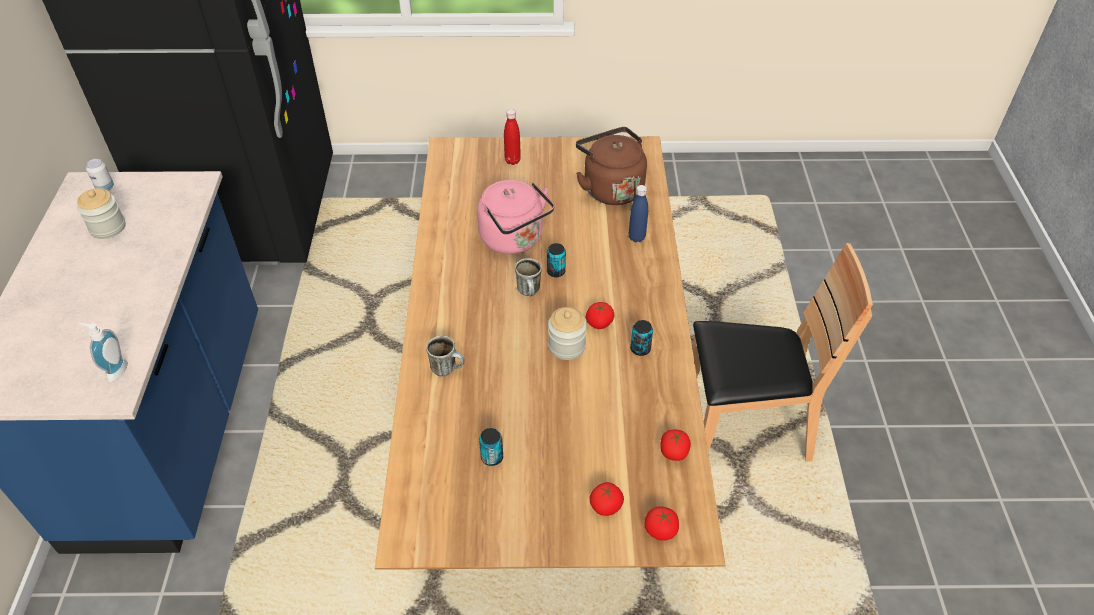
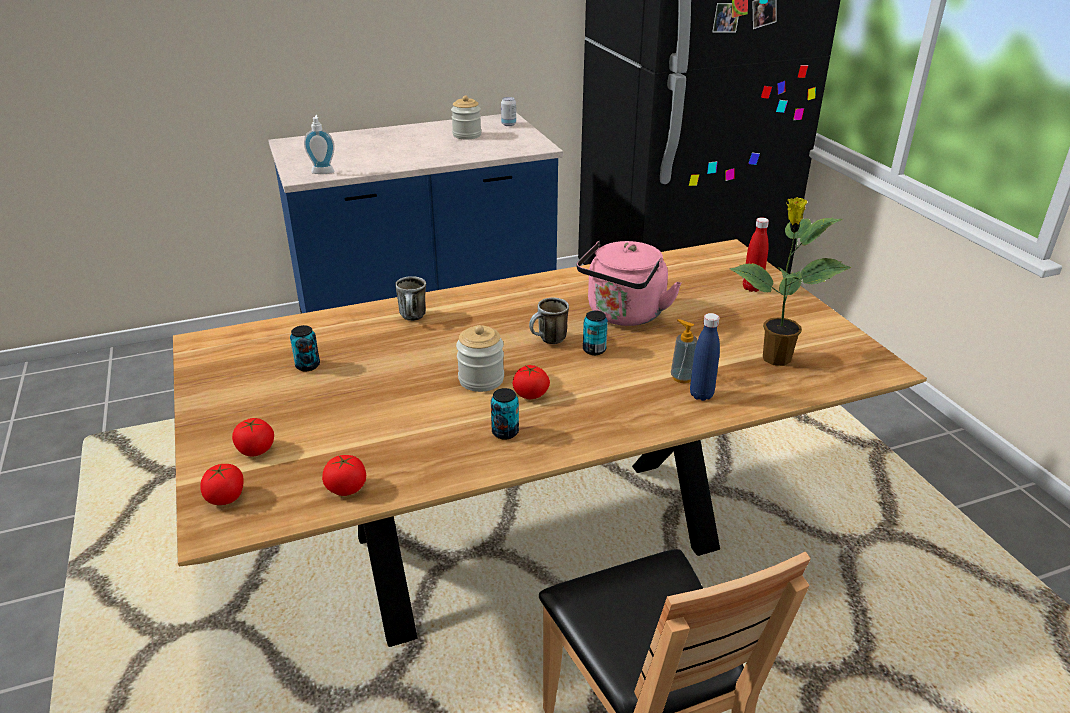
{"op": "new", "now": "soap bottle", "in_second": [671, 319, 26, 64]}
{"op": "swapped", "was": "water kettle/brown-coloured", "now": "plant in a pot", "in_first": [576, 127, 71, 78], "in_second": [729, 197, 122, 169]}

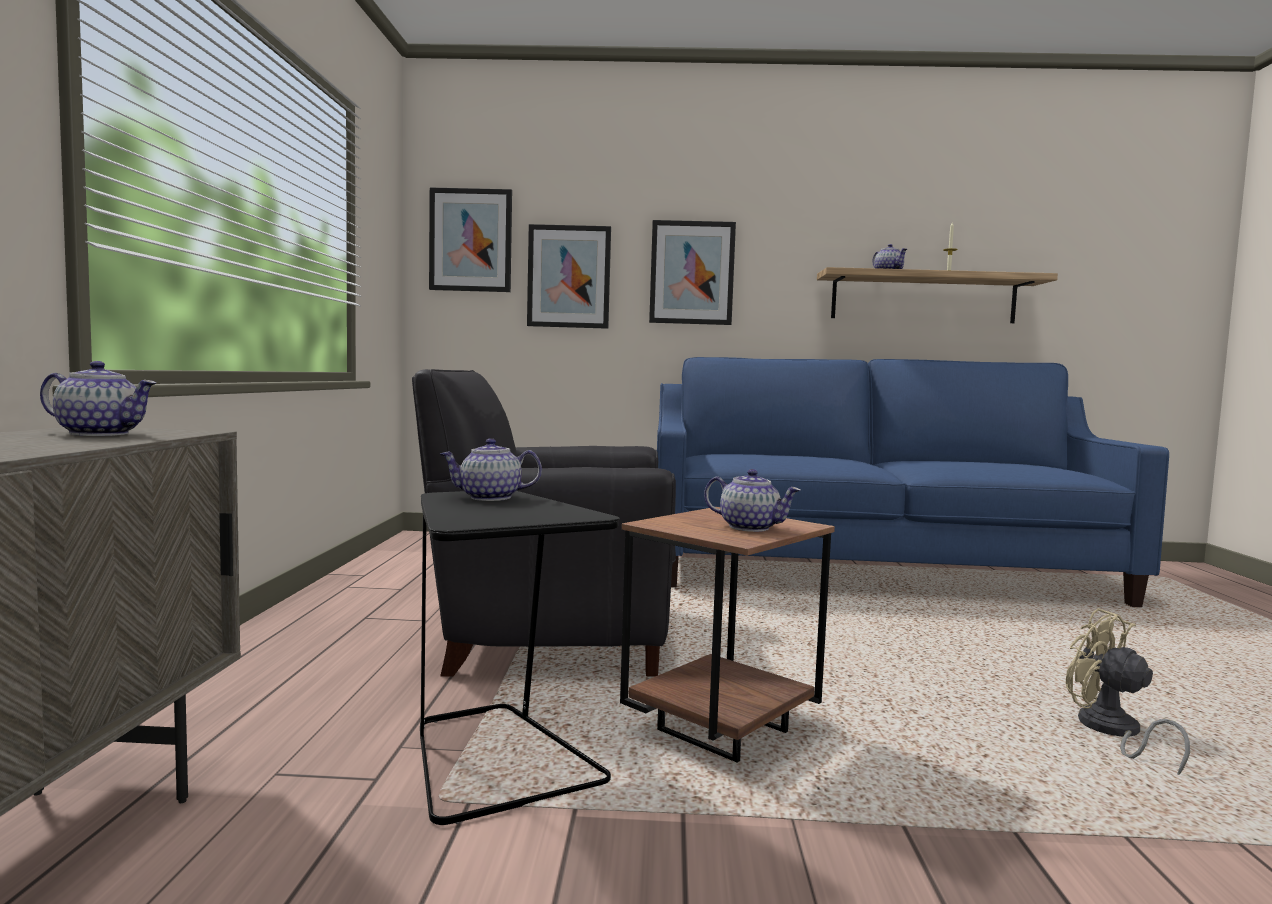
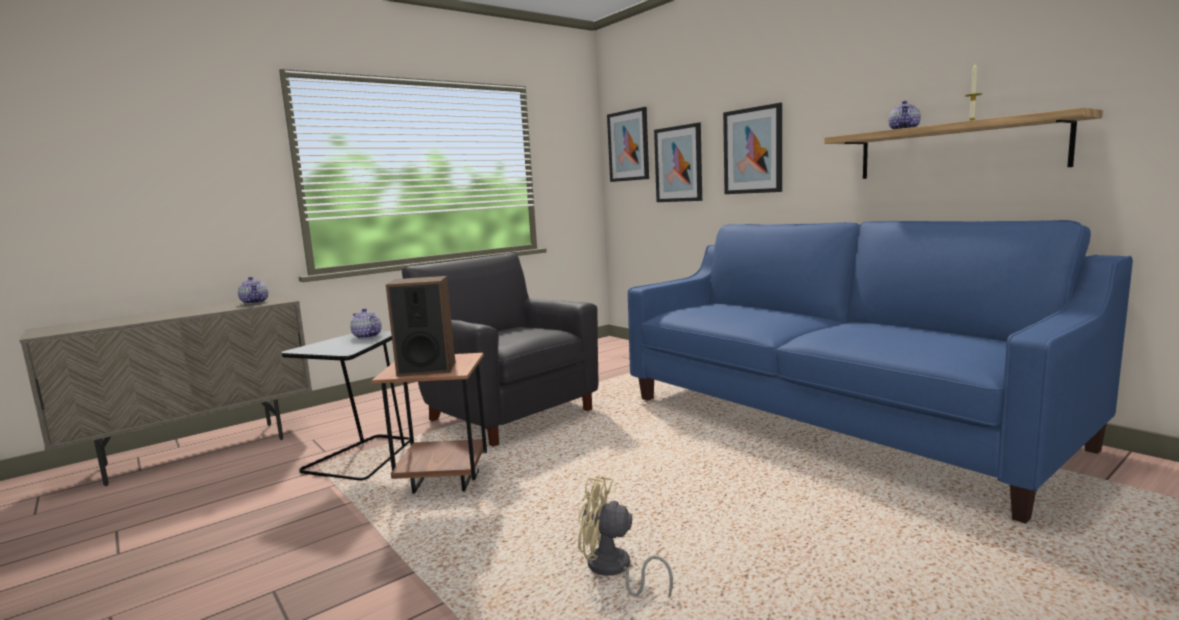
{"op": "swapped", "was": "pot for tea", "now": "audio speaker", "in_first": [704, 469, 97, 63], "in_second": [386, 276, 69, 101]}
{"op": "rotated", "was": "electric fan/sand-coloured", "in_first": [1066, 608, 124, 167], "in_second": [578, 476, 95, 122], "clockwise": -90}

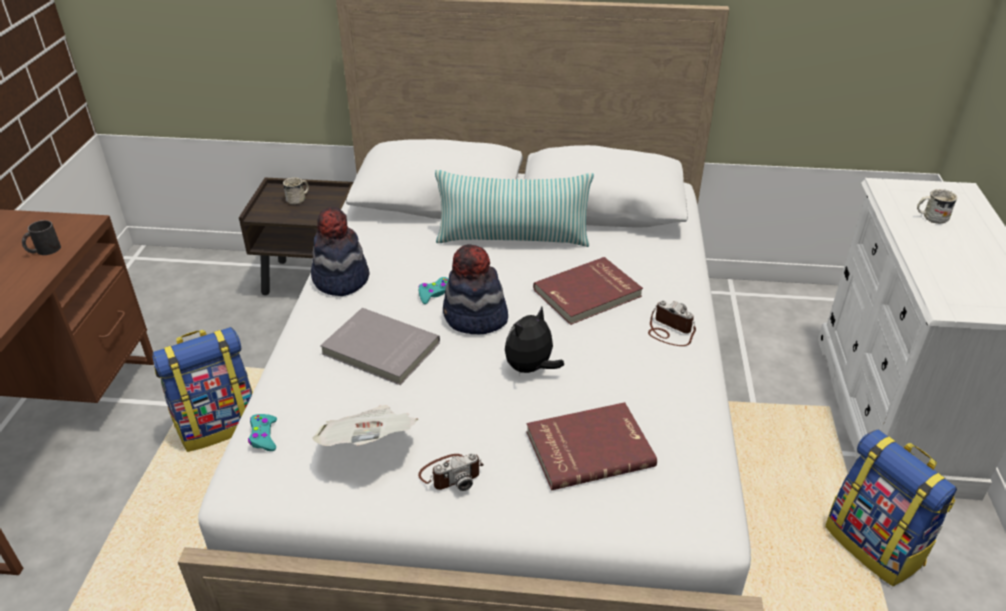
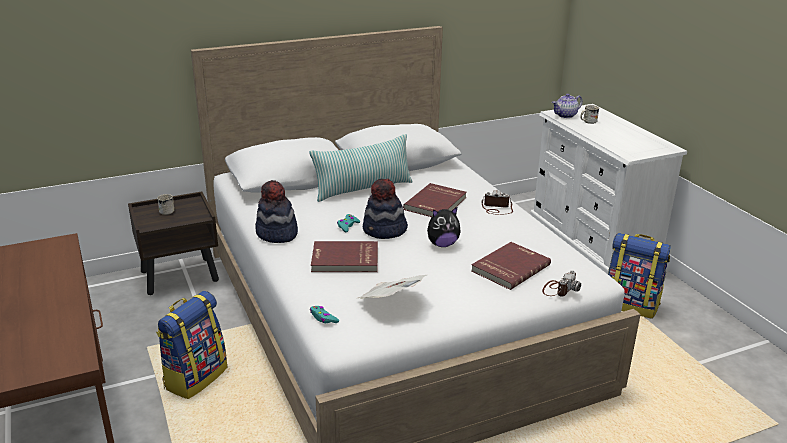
{"op": "gone", "was": "mug/black", "in_first": [22, 220, 39, 35]}
{"op": "new", "now": "pot for tea", "in_second": [552, 94, 31, 24]}
{"op": "shifted", "was": "still camera", "in_first": [418, 453, 66, 38], "in_second": [542, 270, 39, 27]}
{"op": "repainted", "was": "bound book/greyish", "now": "bound book/reddish", "in_first": [320, 308, 120, 77], "in_second": [311, 241, 67, 31]}
{"op": "rotated", "was": "plush toy", "in_first": [505, 307, 59, 67], "in_second": [427, 207, 34, 40], "clockwise": -120}

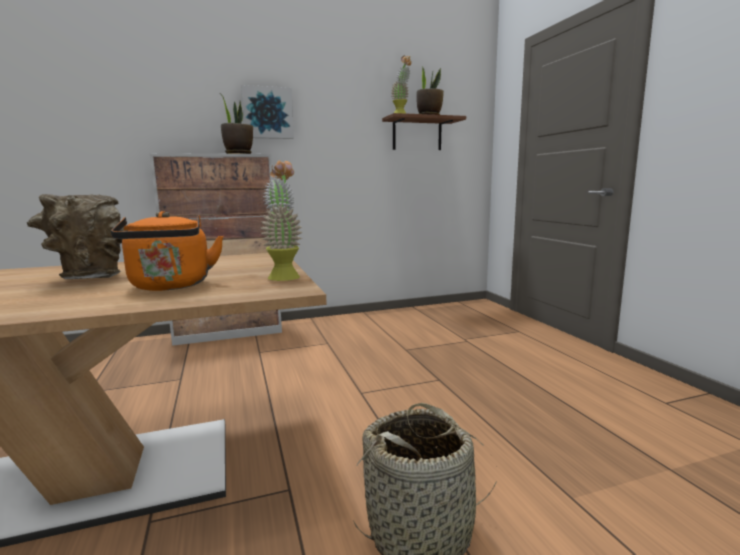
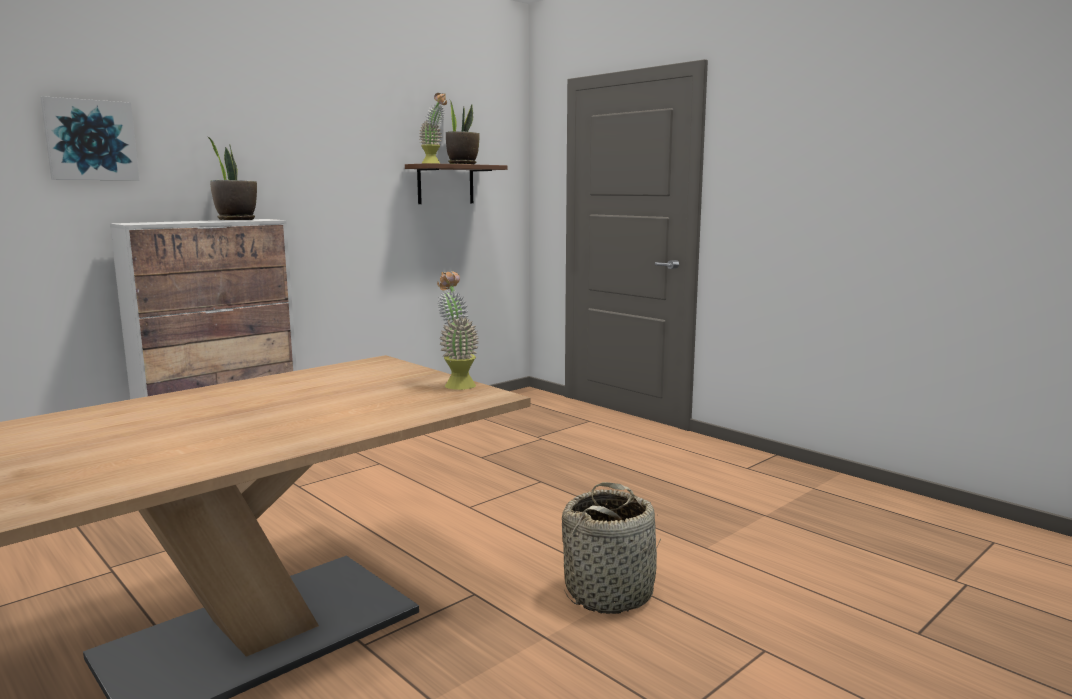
{"op": "gone", "was": "flower vase/brown-coloured", "in_first": [27, 194, 102, 85]}
{"op": "gone", "was": "water kettle/orange", "in_first": [111, 211, 112, 80]}
{"op": "shifted", "was": "wall picture", "in_first": [241, 85, 53, 54], "in_second": [41, 96, 98, 84]}

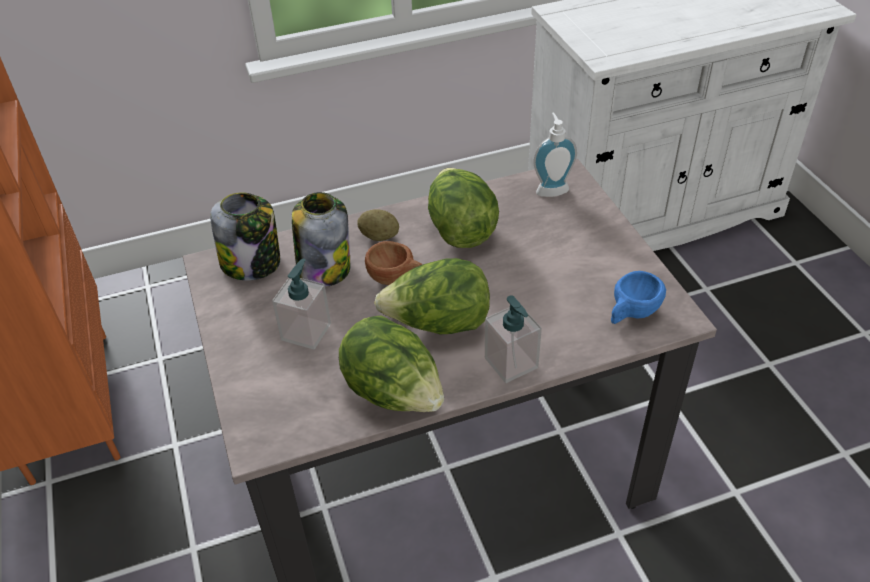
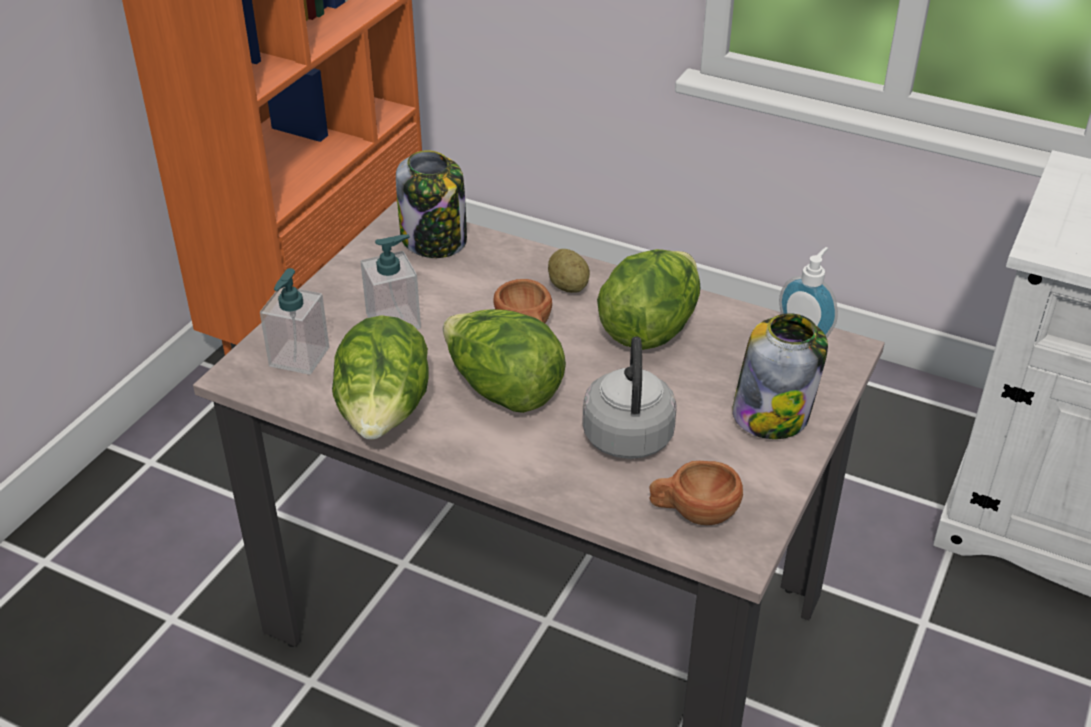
{"op": "new", "now": "water kettle/greyish", "in_second": [582, 337, 95, 122]}
{"op": "shifted", "was": "preserve jar", "in_first": [292, 192, 58, 95], "in_second": [732, 313, 96, 126]}
{"op": "shifted", "was": "soap bottle", "in_first": [485, 295, 57, 88], "in_second": [260, 268, 69, 107]}
{"op": "repainted", "was": "cup/blue-coloured", "now": "cup/brown-coloured", "in_first": [611, 271, 55, 53], "in_second": [649, 461, 94, 64]}

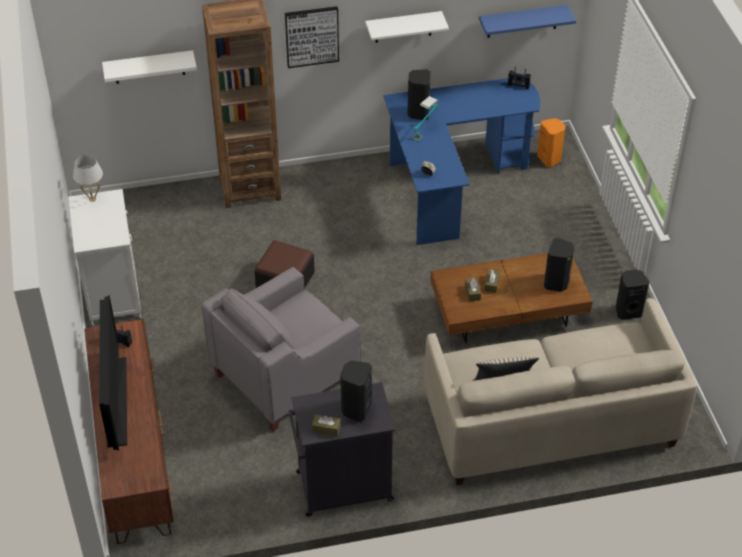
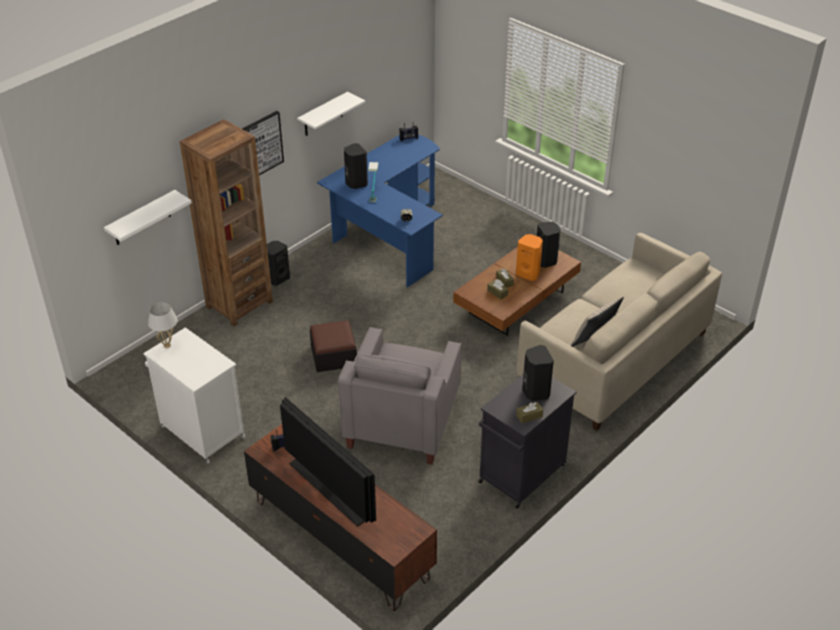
{"op": "gone", "was": "wall shelf/blue-coloured", "in_first": [479, 5, 97, 33]}
{"op": "shifted", "was": "audio speaker/orange", "in_first": [537, 118, 28, 49], "in_second": [516, 234, 27, 47]}
{"op": "shifted", "was": "audio speaker/black", "in_first": [616, 269, 33, 51], "in_second": [267, 241, 23, 45]}

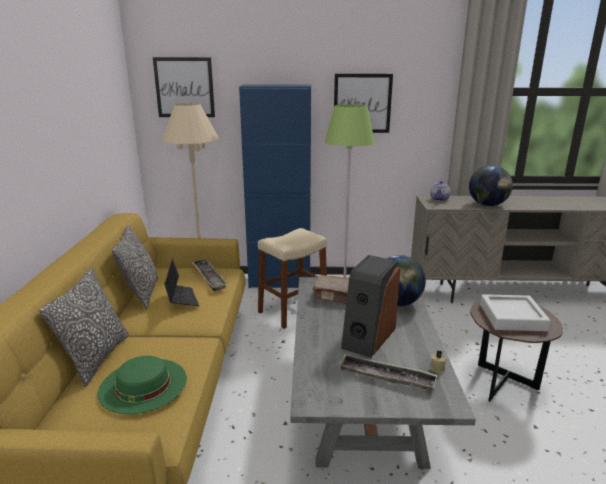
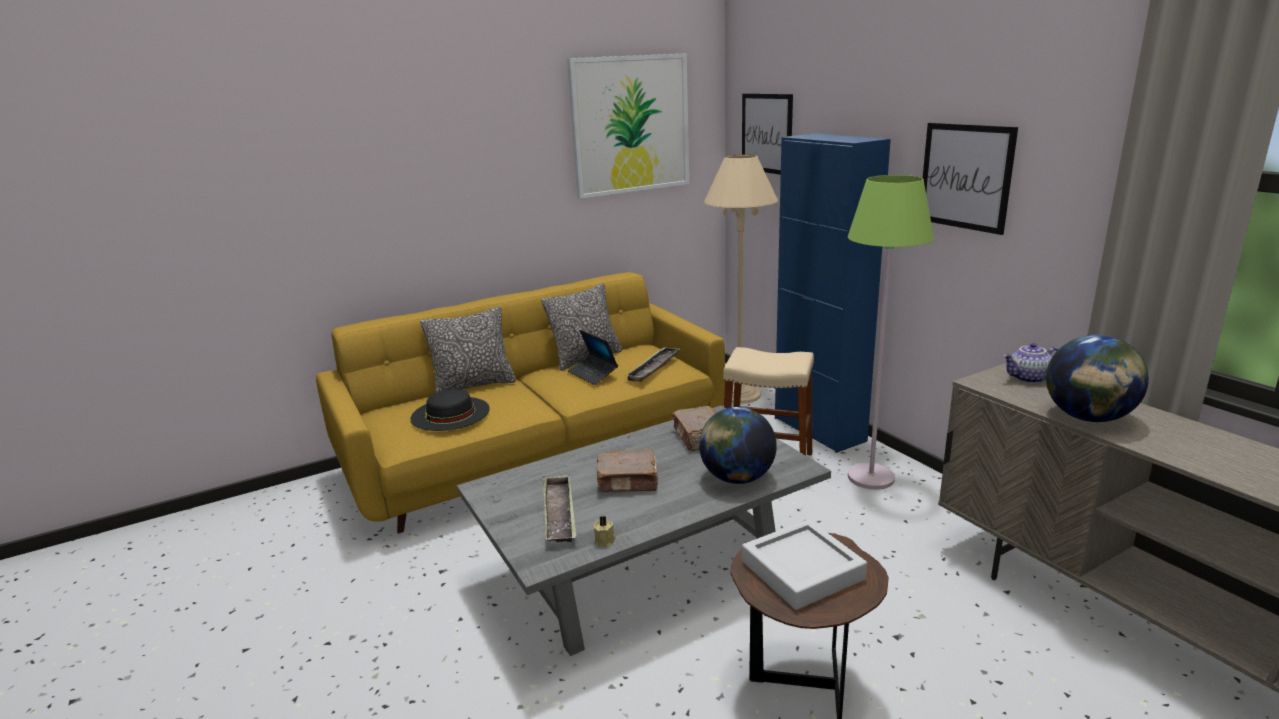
{"op": "new", "now": "wall picture", "in_second": [567, 53, 122, 146]}
{"op": "swapped", "was": "audio speaker", "now": "bound book/brown-coloured", "in_first": [341, 255, 59, 103], "in_second": [597, 449, 61, 43]}
{"op": "repainted", "was": "hat/green-coloured", "now": "hat/black", "in_first": [98, 356, 89, 58], "in_second": [410, 389, 80, 42]}
{"op": "rotated", "was": "portable computer", "in_first": [165, 259, 34, 47], "in_second": [568, 330, 50, 55], "clockwise": 105}

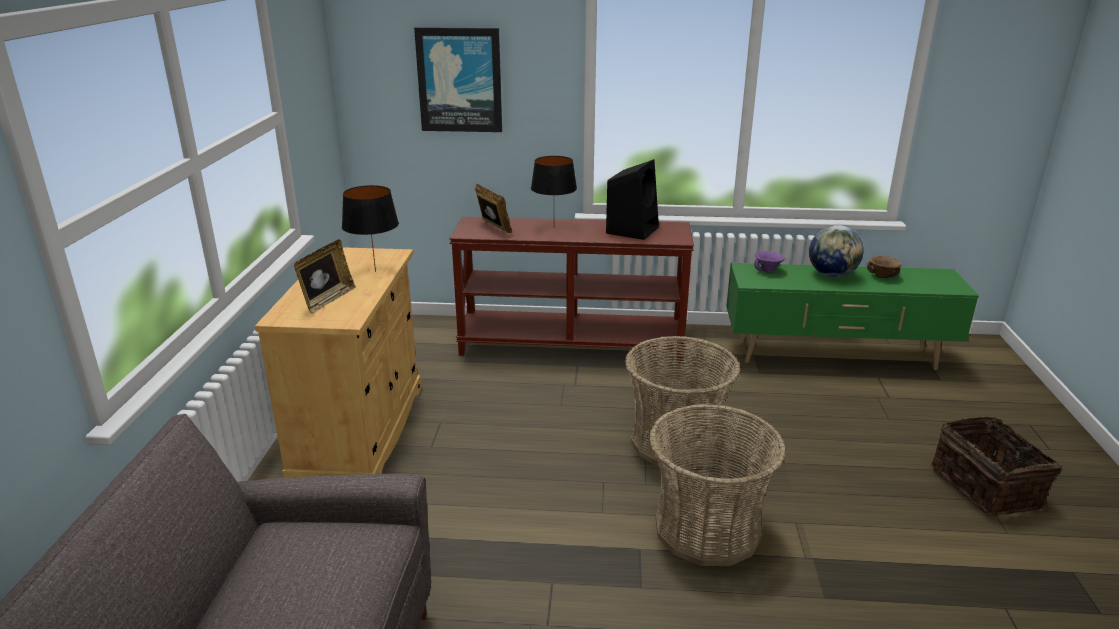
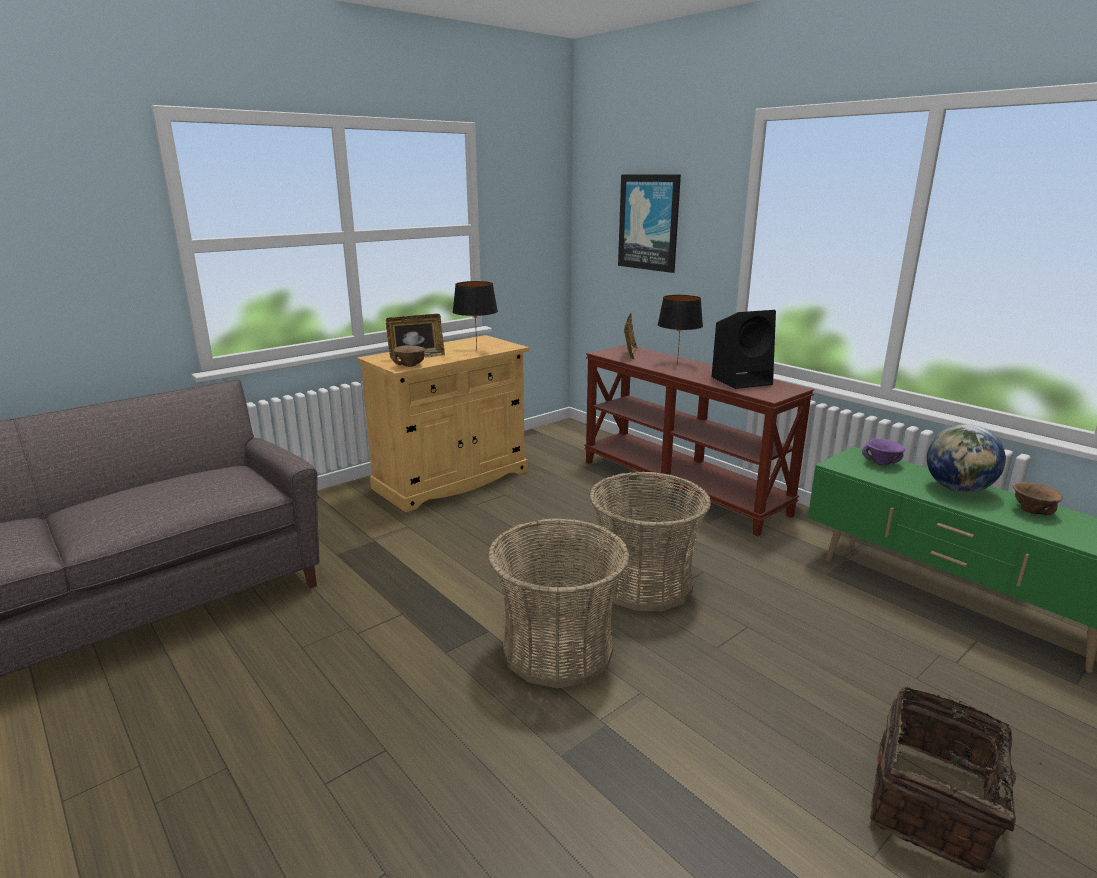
{"op": "new", "now": "deep dish/brown-coloured", "in_second": [392, 345, 33, 22]}

